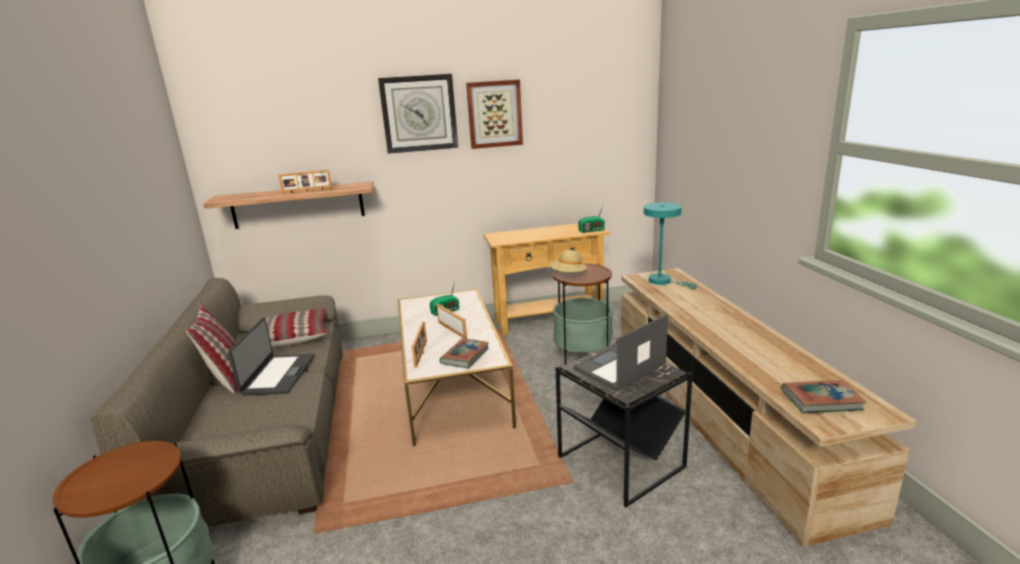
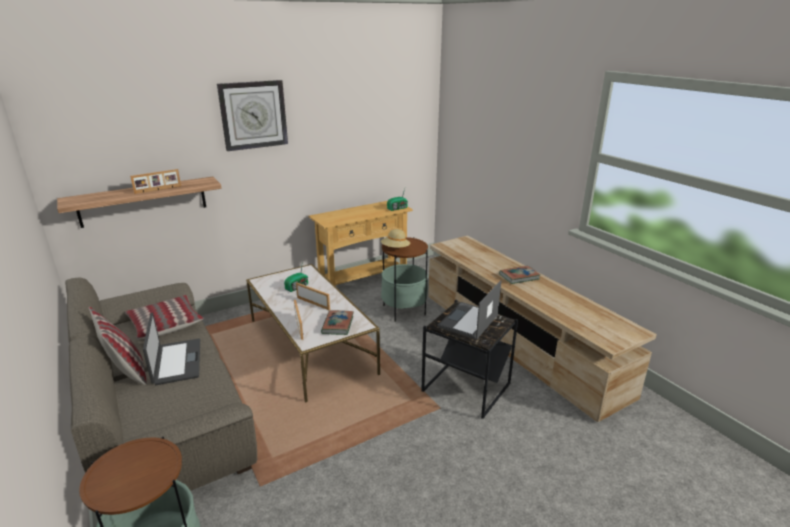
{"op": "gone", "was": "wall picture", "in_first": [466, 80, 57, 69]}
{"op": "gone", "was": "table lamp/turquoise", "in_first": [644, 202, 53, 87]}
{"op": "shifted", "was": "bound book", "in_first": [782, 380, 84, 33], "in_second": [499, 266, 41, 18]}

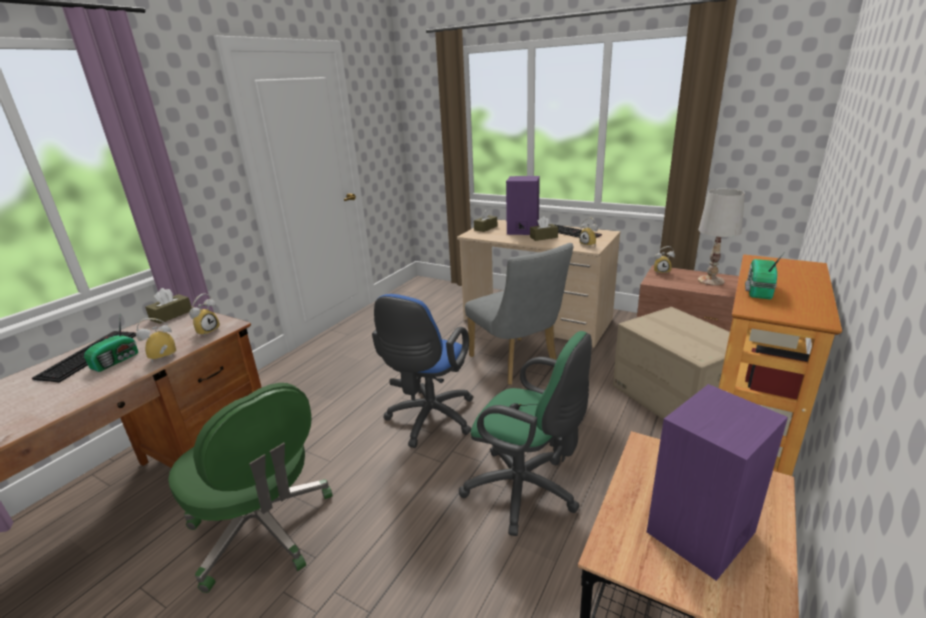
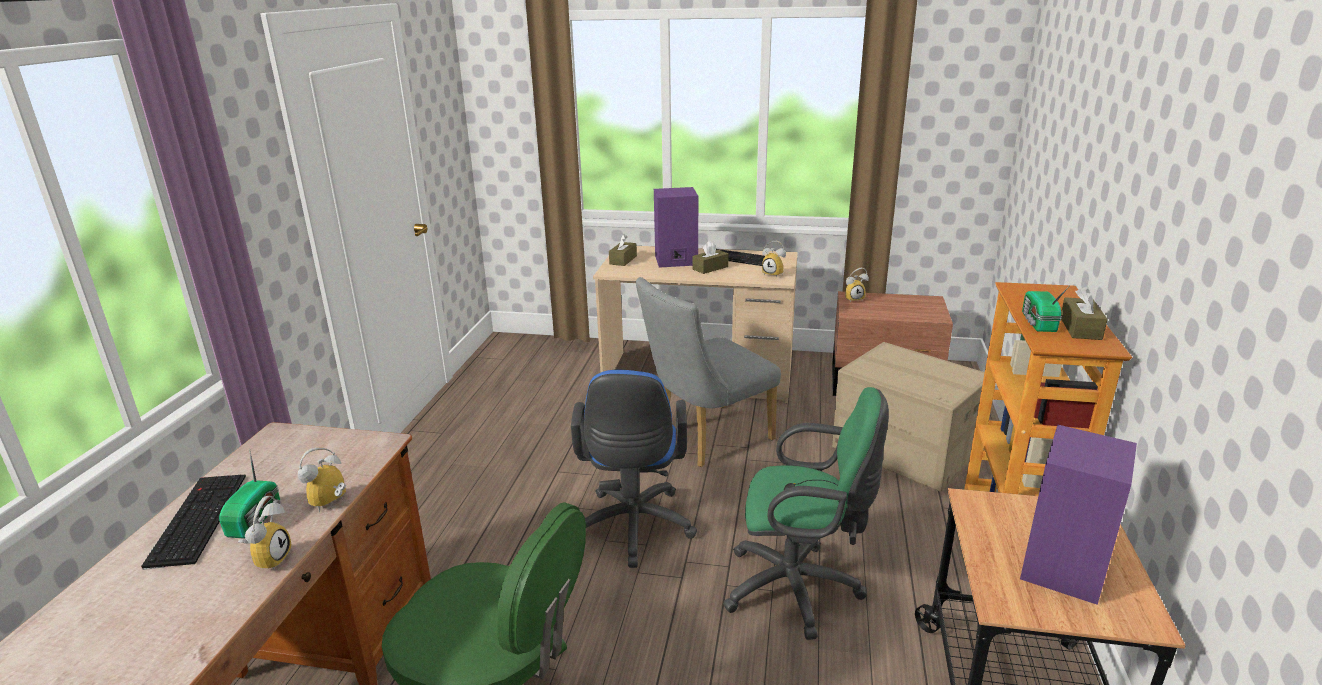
{"op": "gone", "was": "table lamp/whitish", "in_first": [698, 189, 47, 97]}
{"op": "shifted", "was": "tissue holder/brown-coloured", "in_first": [145, 288, 47, 36], "in_second": [1061, 286, 47, 54]}
{"op": "shifted", "was": "table clock", "in_first": [189, 293, 31, 44], "in_second": [238, 496, 54, 74]}
{"op": "rotated", "was": "plain chair/greyish", "in_first": [465, 243, 109, 142], "in_second": [636, 277, 145, 190], "clockwise": 105}

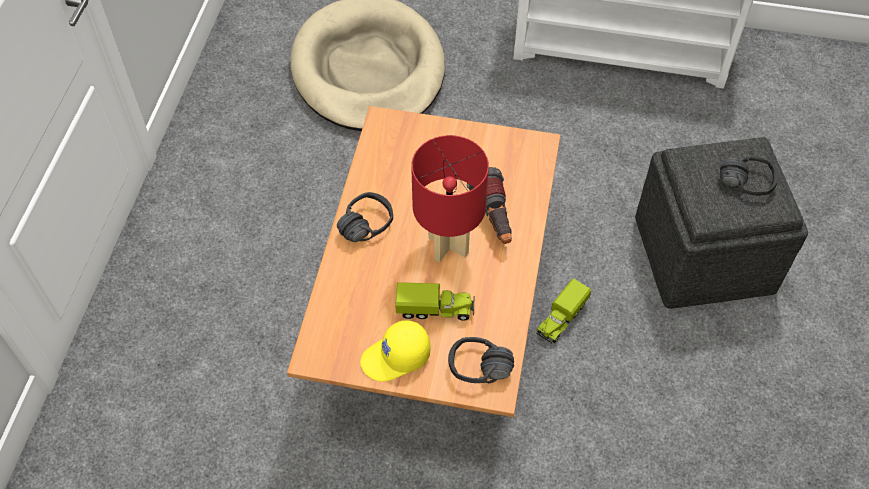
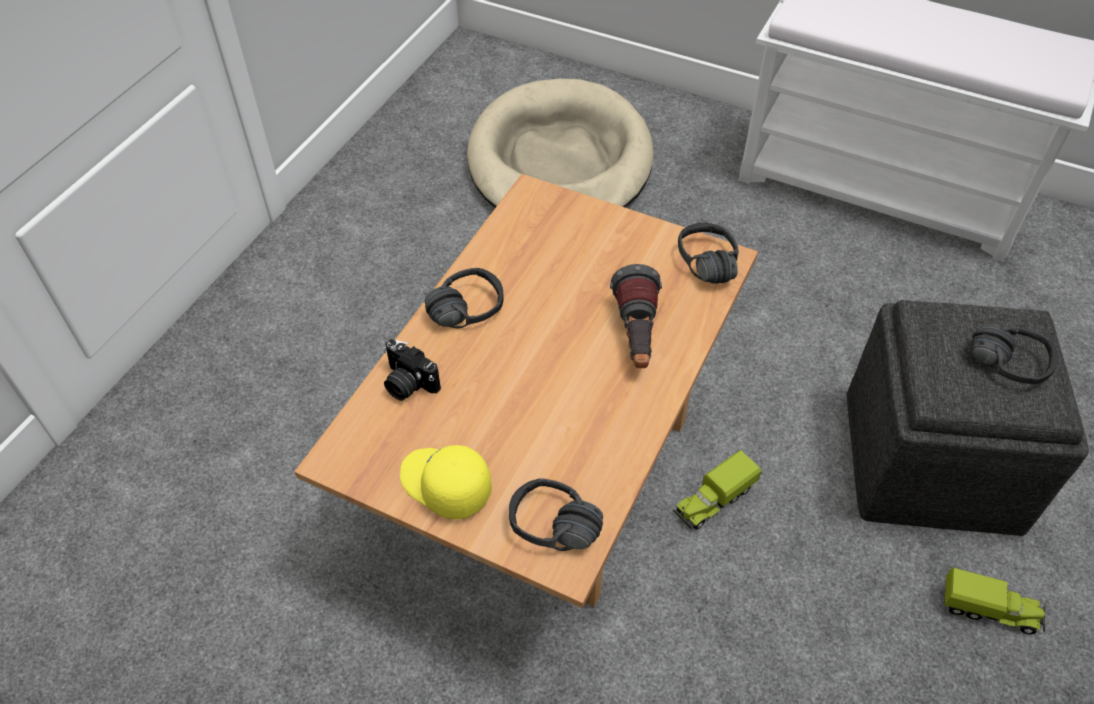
{"op": "gone", "was": "table lamp/reddish", "in_first": [411, 135, 78, 127]}
{"op": "new", "now": "still camera", "in_second": [383, 339, 58, 62]}
{"op": "new", "now": "pair of headphones/black", "in_second": [678, 223, 61, 61]}
{"op": "shifted", "was": "toy truck", "in_first": [395, 282, 79, 39], "in_second": [944, 567, 101, 67]}
{"op": "rotated", "was": "peaked cap/yellowish", "in_first": [360, 320, 70, 62], "in_second": [400, 445, 92, 74], "clockwise": 45}

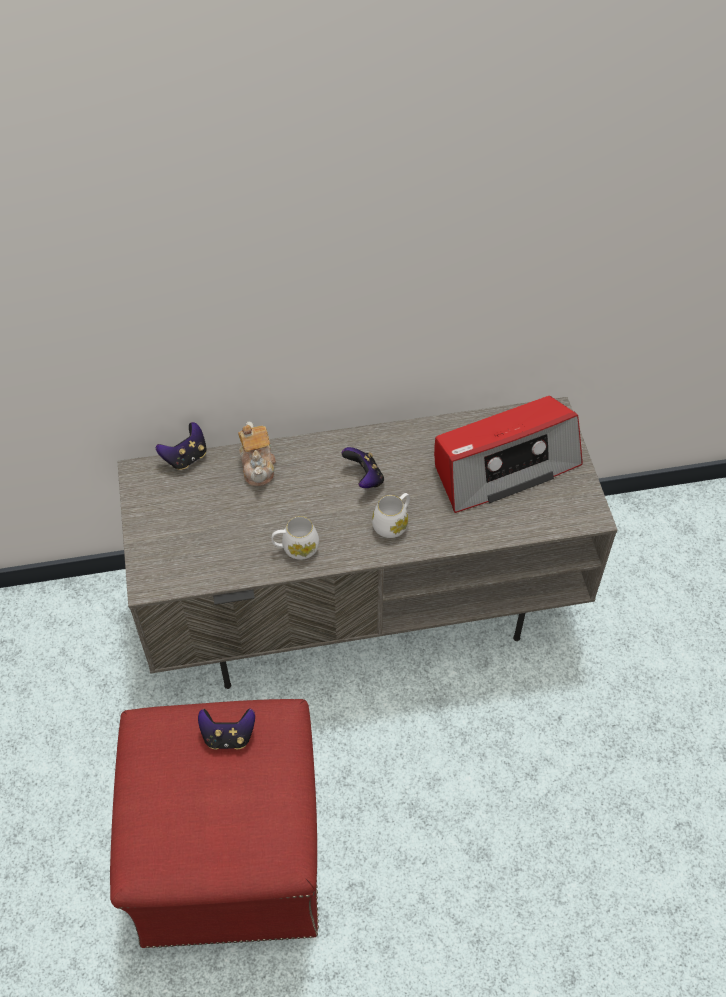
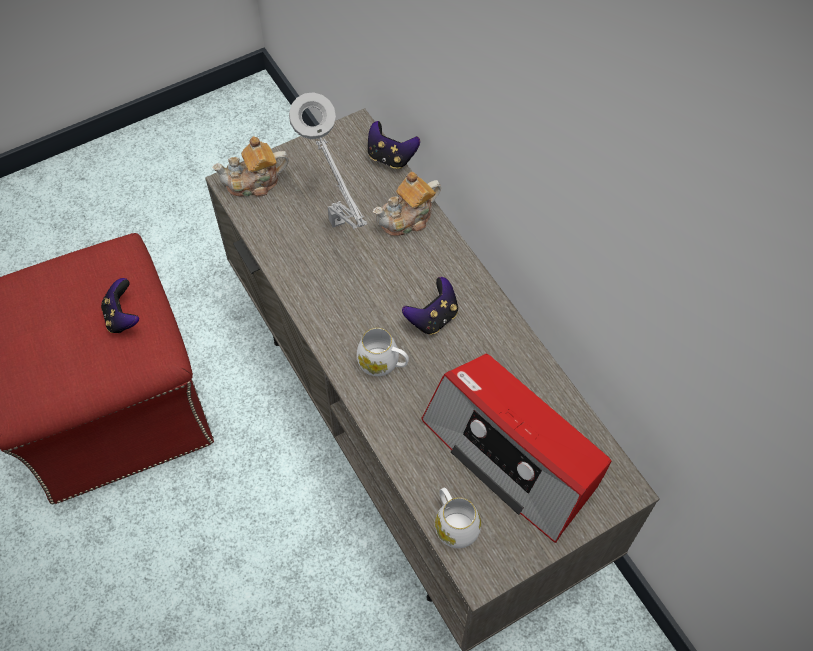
{"op": "new", "now": "pot for tea", "in_second": [212, 136, 77, 61]}
{"op": "new", "now": "table lamp/greyish", "in_second": [289, 92, 78, 137]}
{"op": "shifted", "was": "mug/whitish", "in_first": [271, 516, 48, 44], "in_second": [435, 488, 46, 60]}

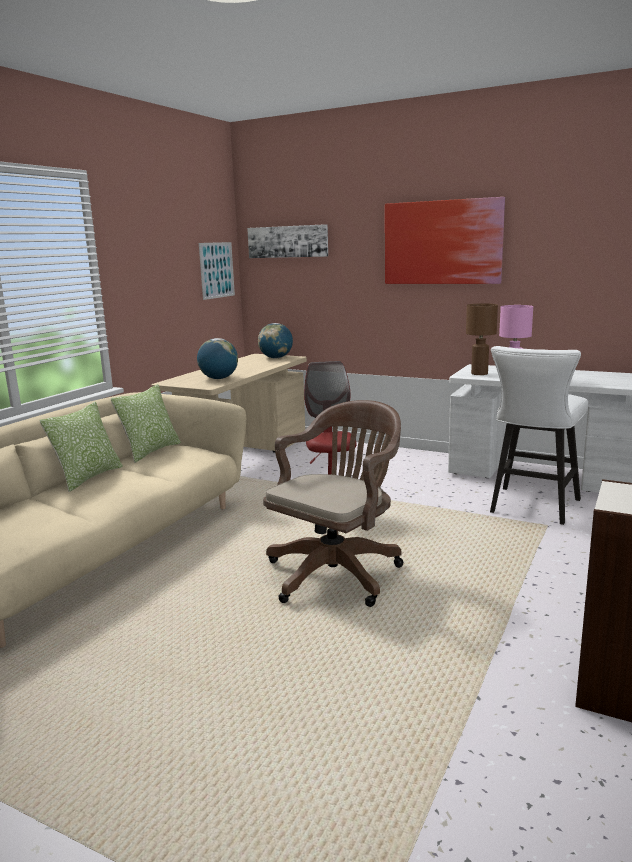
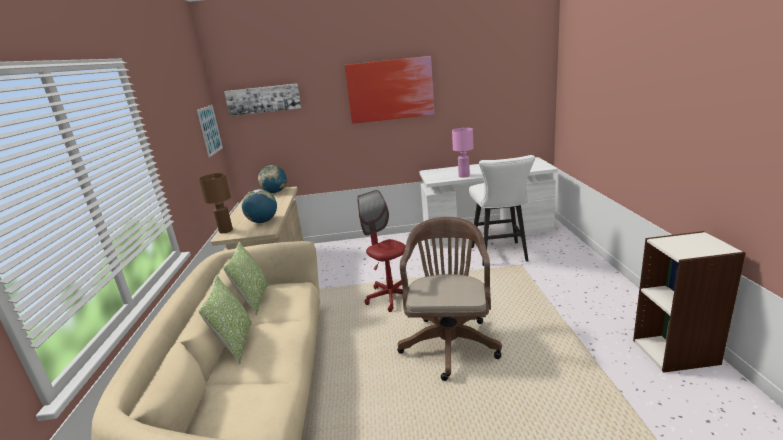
{"op": "shifted", "was": "table lamp/brown-coloured", "in_first": [466, 303, 32, 72], "in_second": [199, 173, 34, 60]}

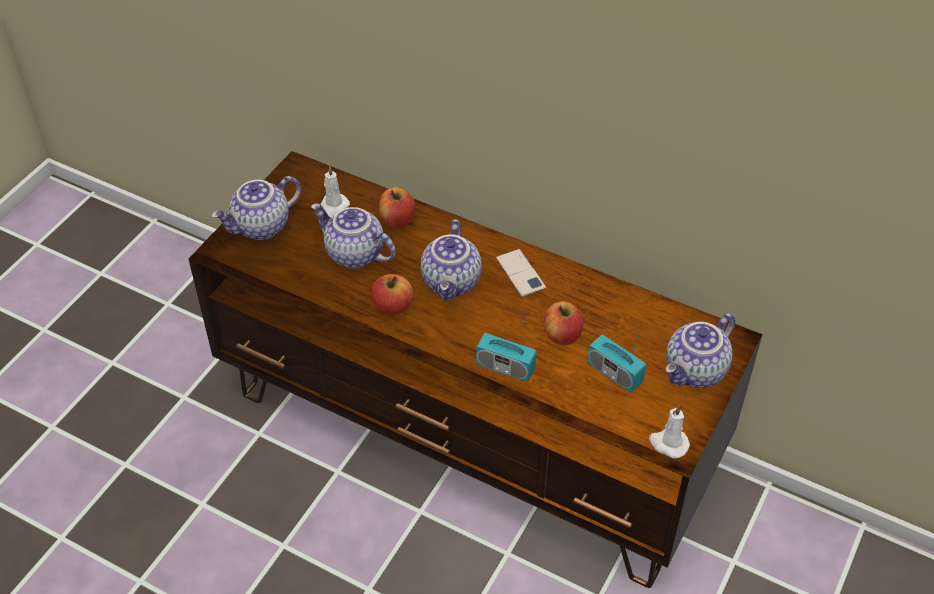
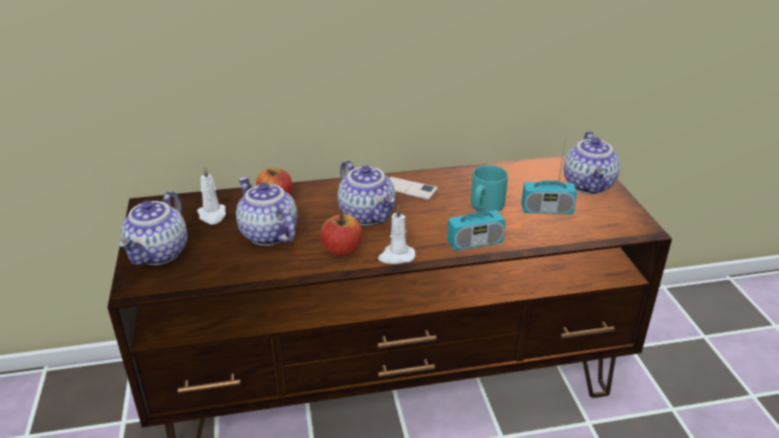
{"op": "shifted", "was": "wax light/whitish", "in_first": [649, 405, 41, 53], "in_second": [378, 205, 37, 59]}
{"op": "swapped", "was": "apple fruit", "now": "mug/turquoise", "in_first": [544, 301, 40, 44], "in_second": [471, 165, 37, 47]}
{"op": "rotated", "was": "pot for tea", "in_first": [311, 203, 85, 66], "in_second": [236, 177, 61, 69], "clockwise": 60}

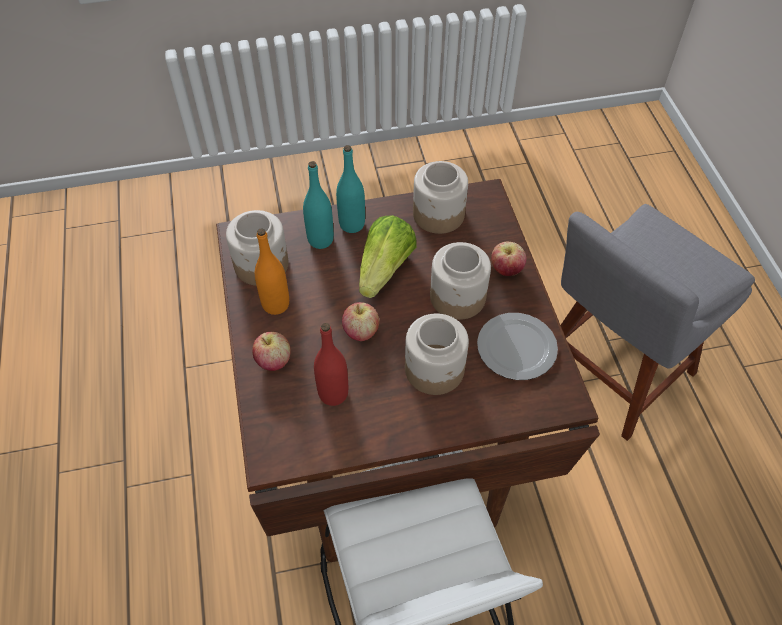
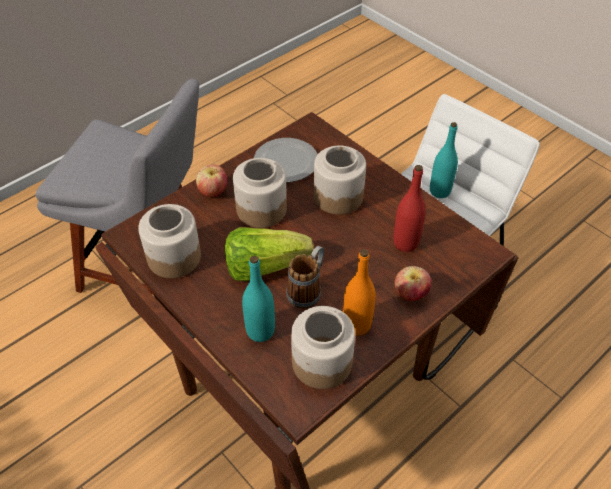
{"op": "gone", "was": "apple fruit", "in_first": [342, 302, 37, 39]}
{"op": "new", "now": "mug", "in_second": [286, 246, 39, 63]}
{"op": "shifted", "was": "drink bottle/turquoise", "in_first": [336, 145, 29, 88], "in_second": [430, 122, 28, 76]}

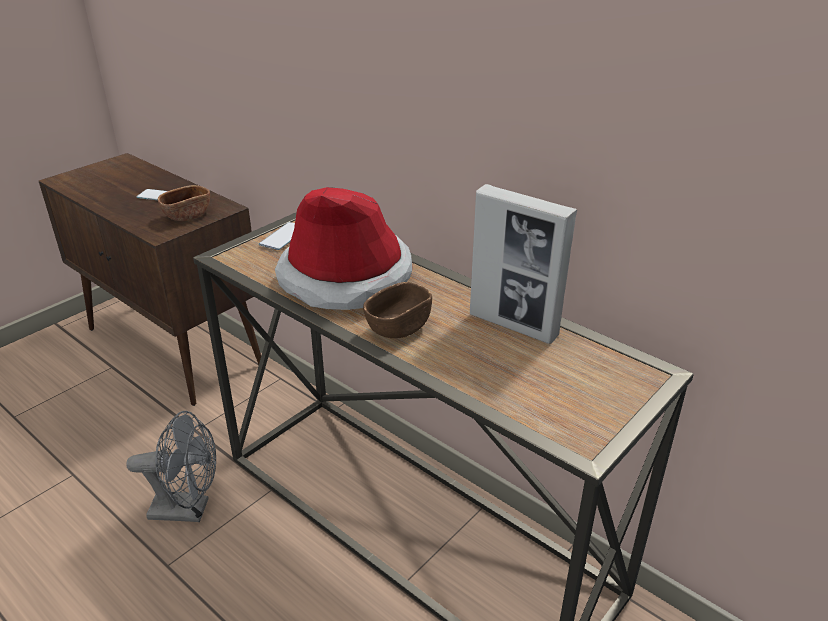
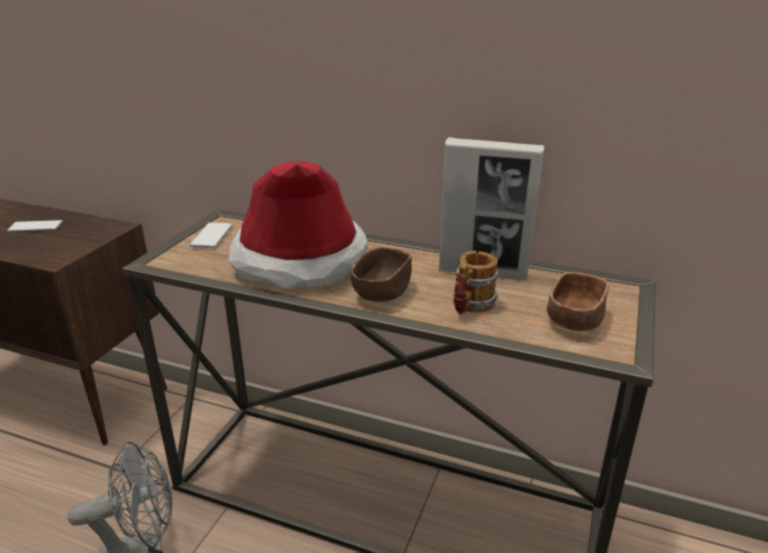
{"op": "new", "now": "mug", "in_second": [453, 251, 46, 64]}
{"op": "shifted", "was": "deep dish/brown-coloured", "in_first": [158, 185, 52, 36], "in_second": [547, 272, 62, 59]}

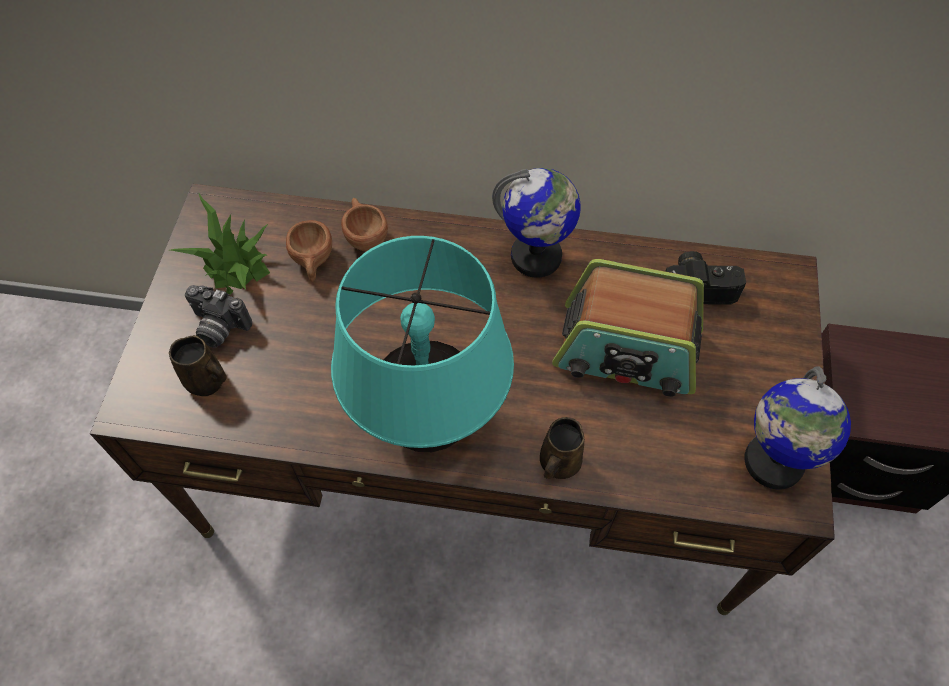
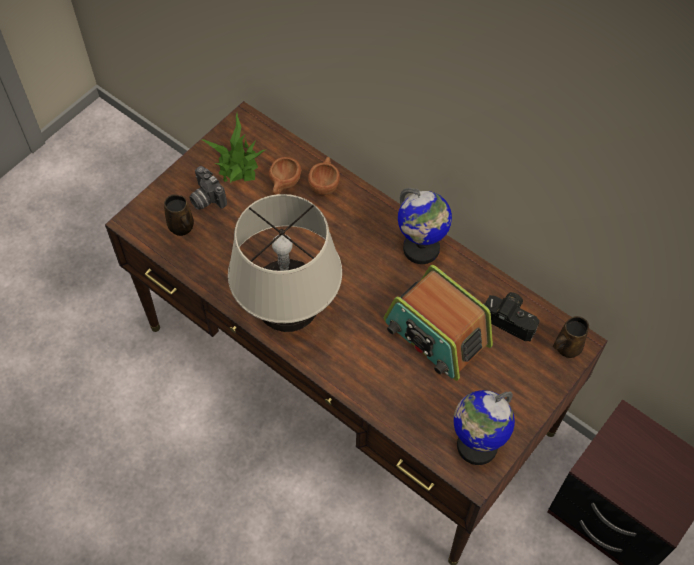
{"op": "shifted", "was": "mug/brown-coloured", "in_first": [540, 417, 45, 62], "in_second": [553, 316, 36, 42]}
{"op": "repainted", "was": "table lamp/turquoise", "now": "table lamp/sand-coloured", "in_first": [331, 236, 183, 216], "in_second": [228, 194, 114, 138]}

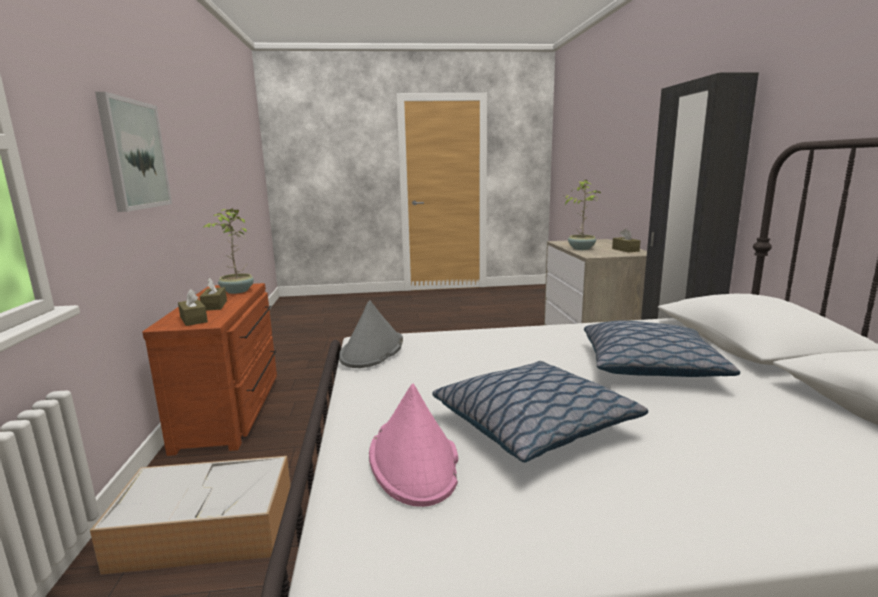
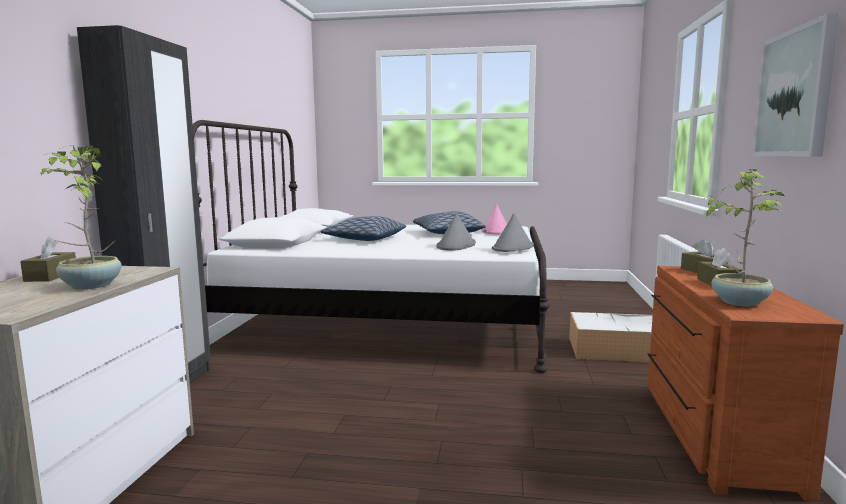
{"op": "new", "now": "hat/greyish", "in_second": [436, 213, 40, 38]}

